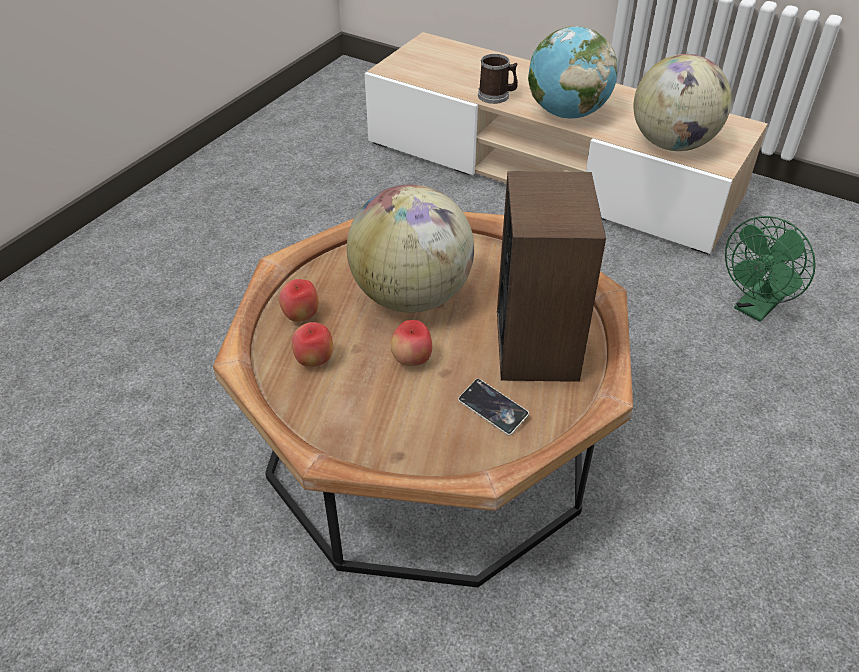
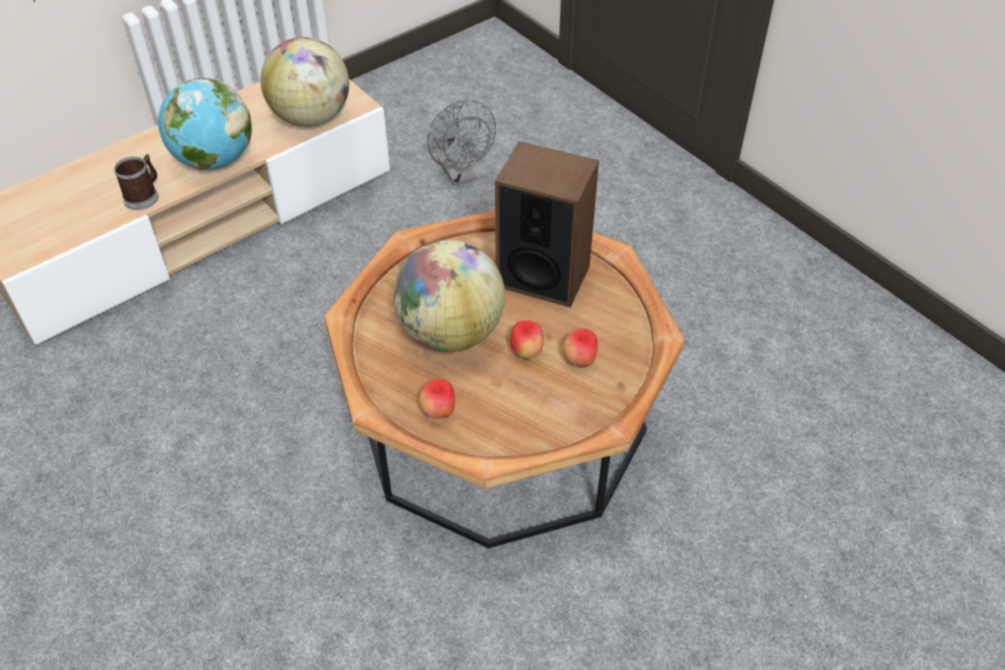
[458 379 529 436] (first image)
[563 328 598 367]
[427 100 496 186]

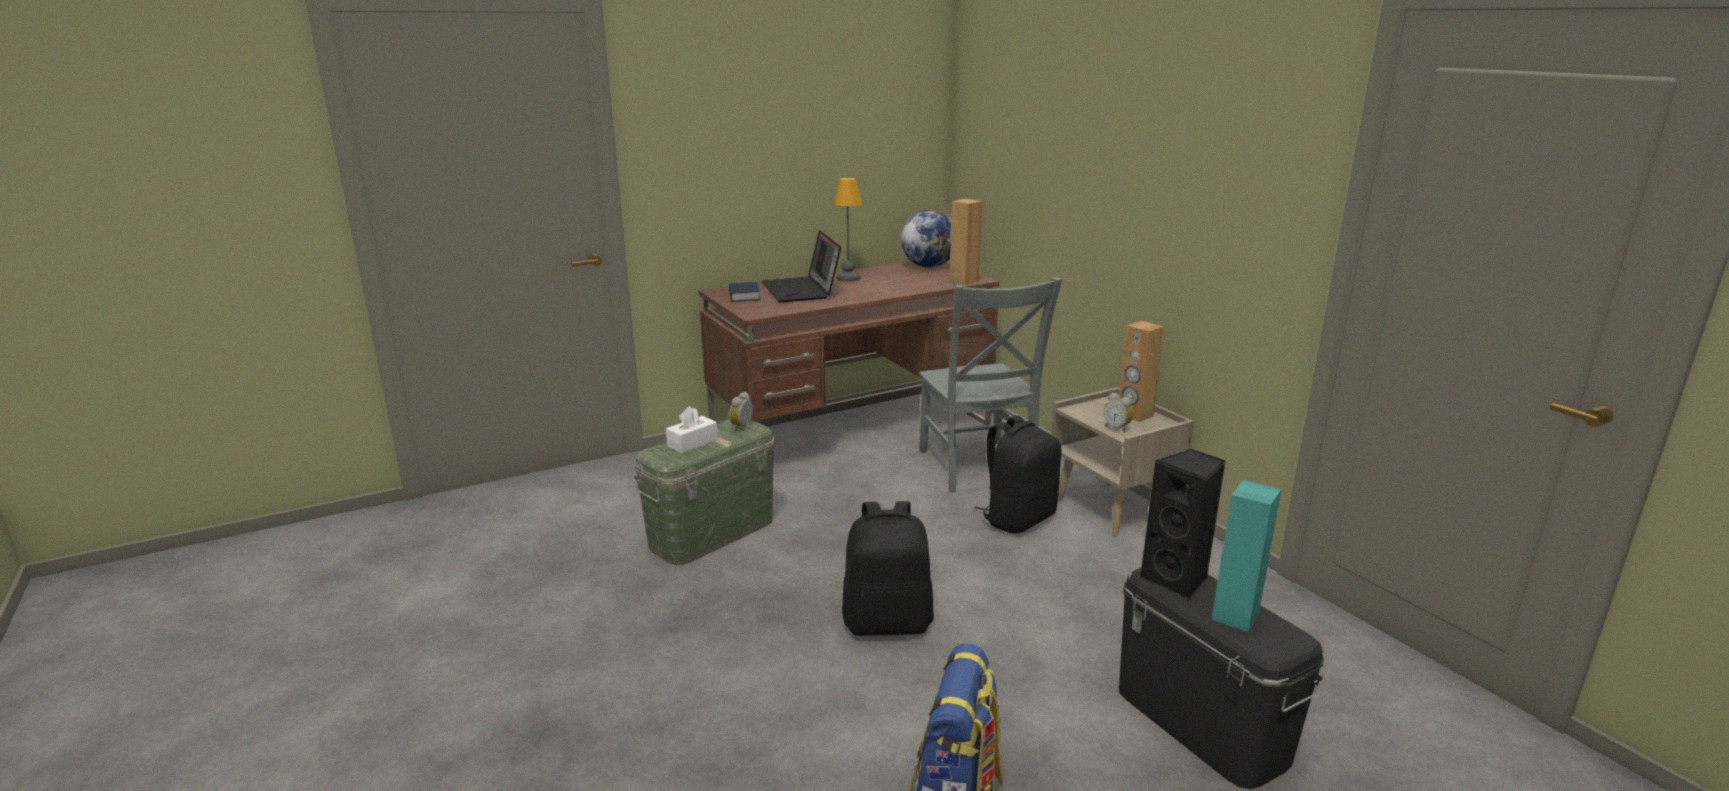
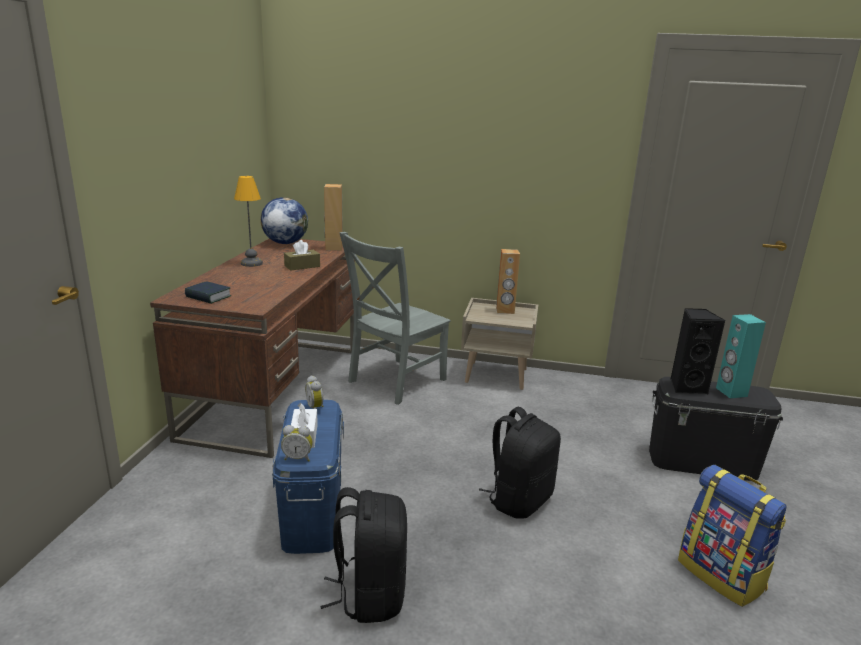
[762 230 841 302] (first image)
[284 240 320 271]
[320 487 407 623]
[281 425 313 462]
[272 400 344 554]
[339 232 451 405]

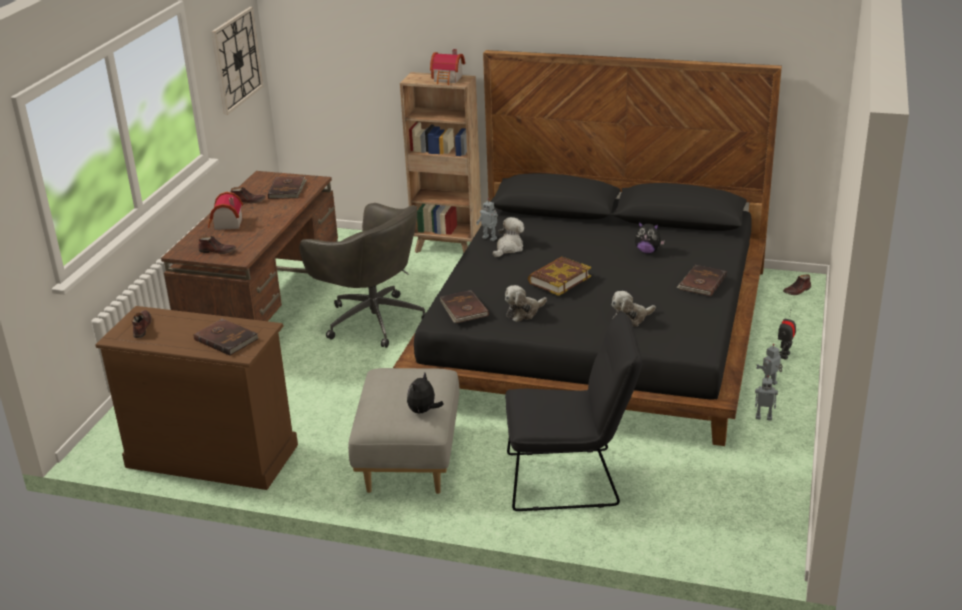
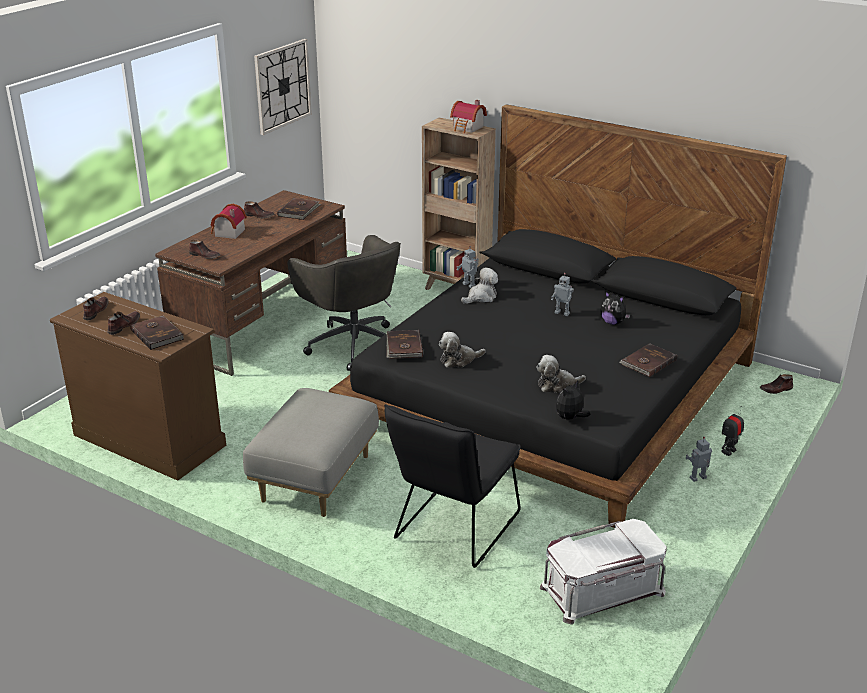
[528 257 591 296] (first image)
[107 311 140 335]
[540 519 667 624]
[556 380 591 420]
[551 273 574 316]
[384 404 521 568]

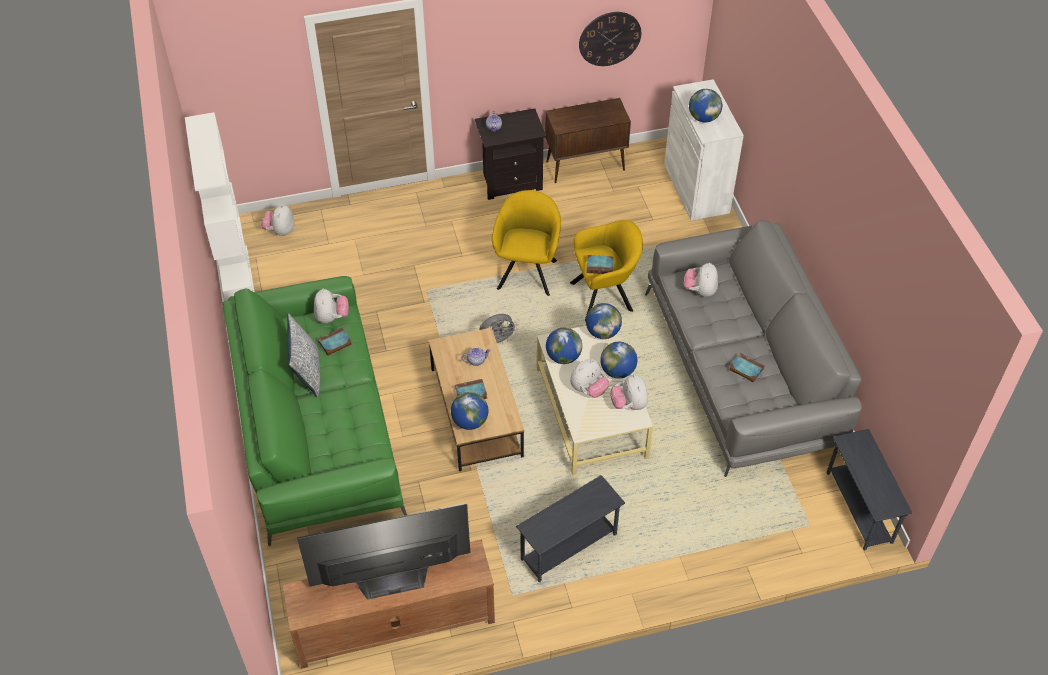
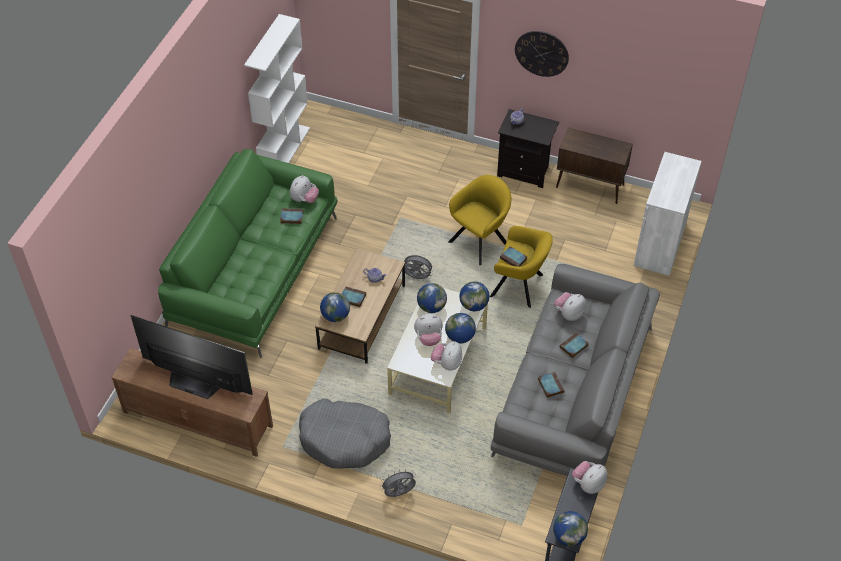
[287 313 320 397] (first image)
[380 469 416 497]
[560 333 588 358]
[572 461 607 494]
[515 31 569 77]
[553 511 588 546]
[299 398 391 469]

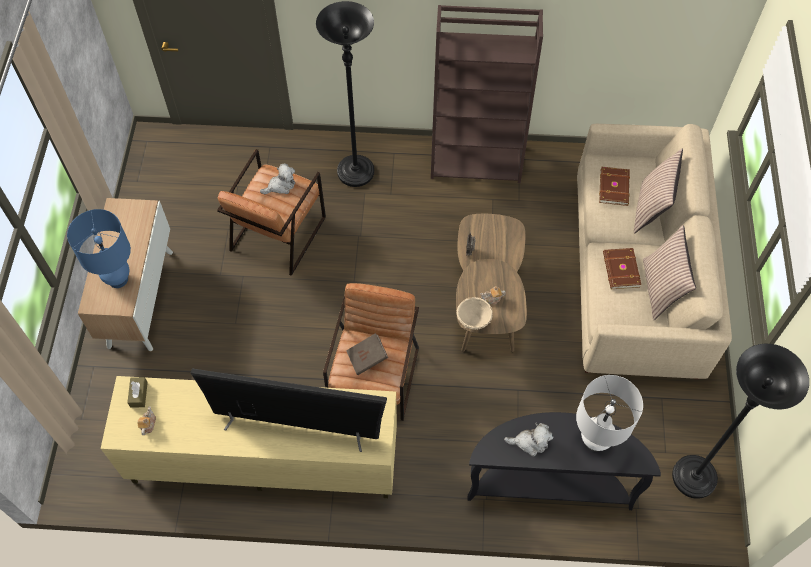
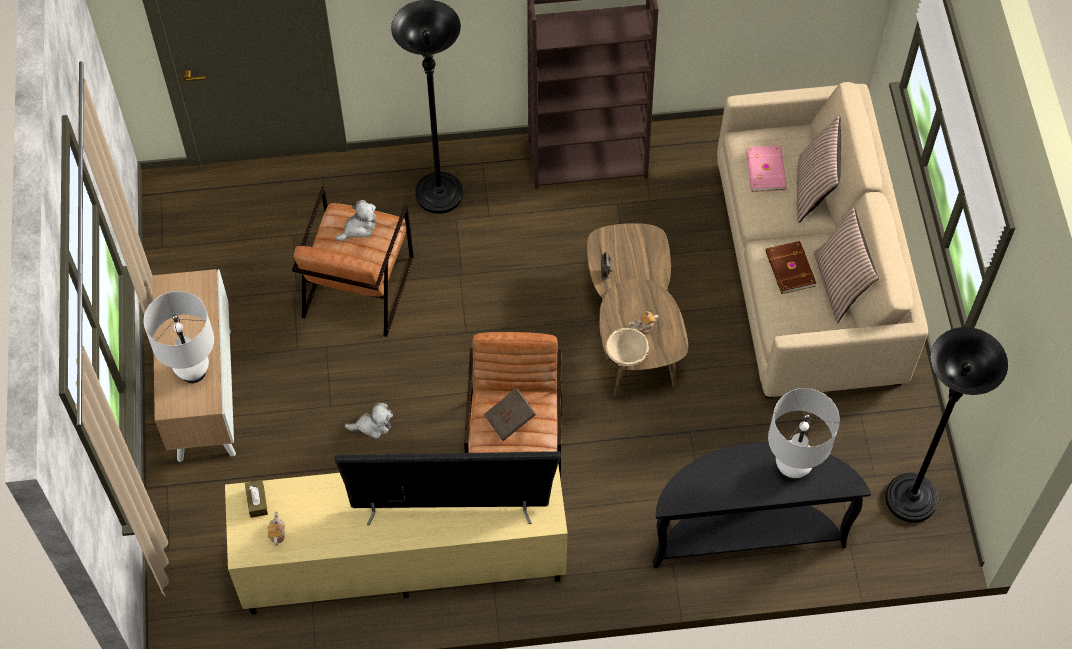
[345 402 393 439]
[143 291 214 383]
[746 146 787 192]

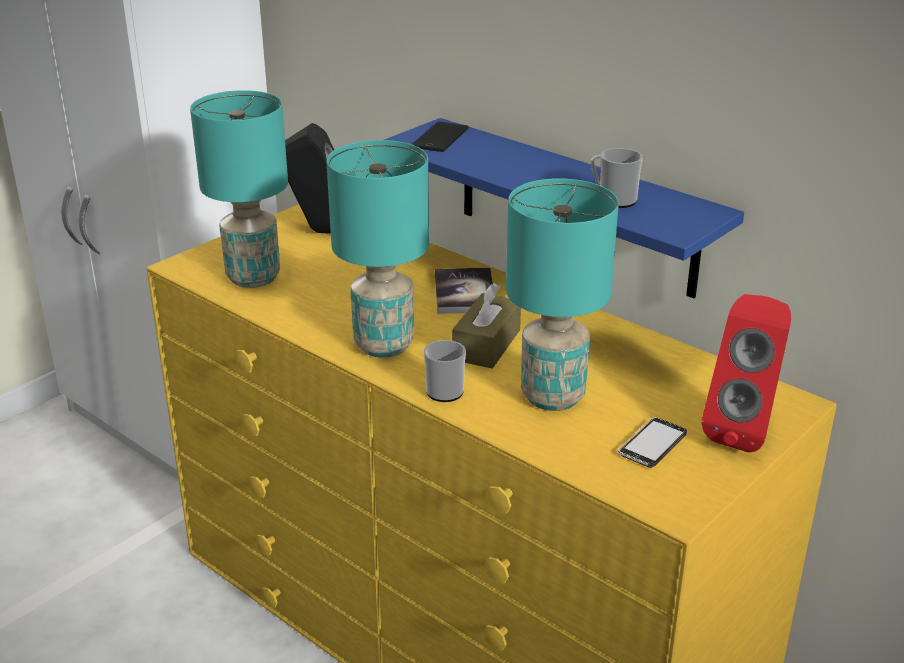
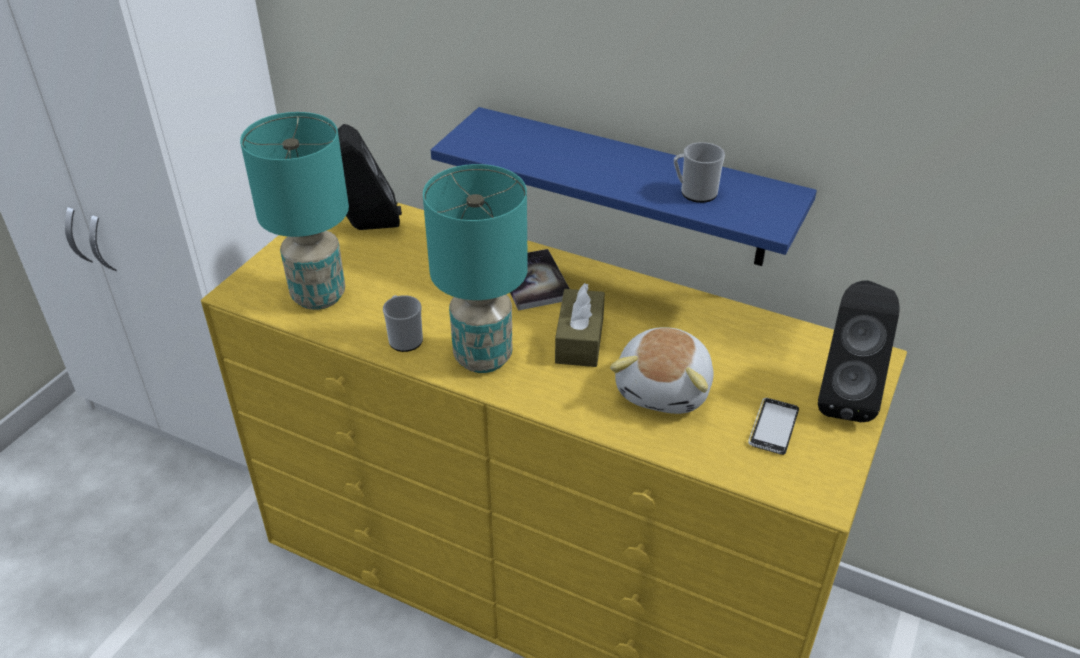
[412 122 468 152] (first image)
[383 295 423 352]
[610 327 713 414]
[818 281 900 422]

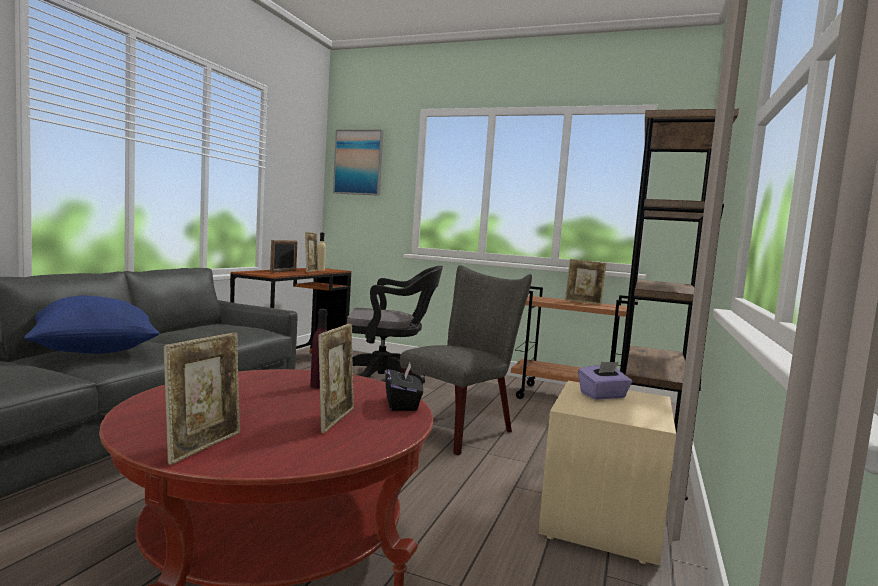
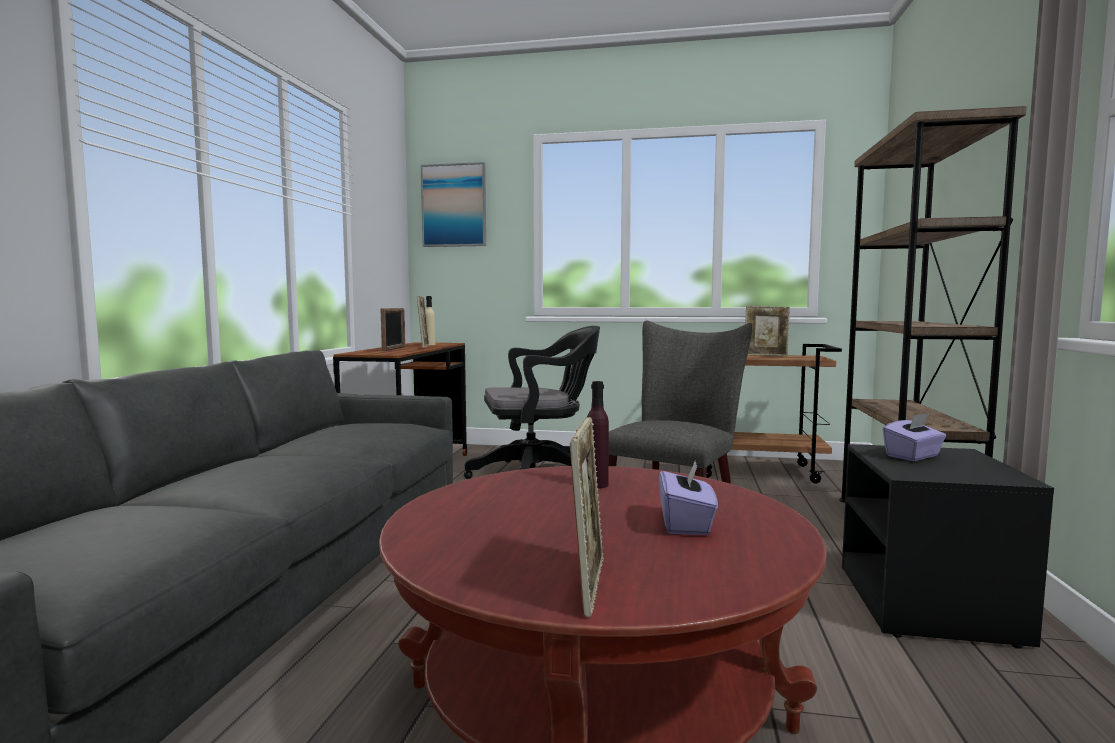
[24 295 160 354] (first image)
[386 363 423 411] (first image)
[659 459 718 535]
[842 444 1054 649]

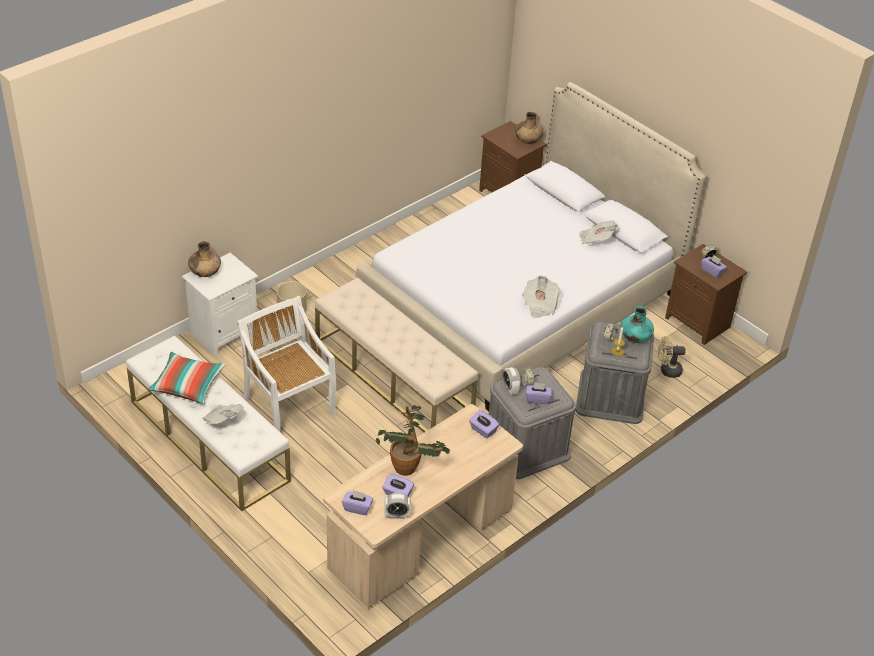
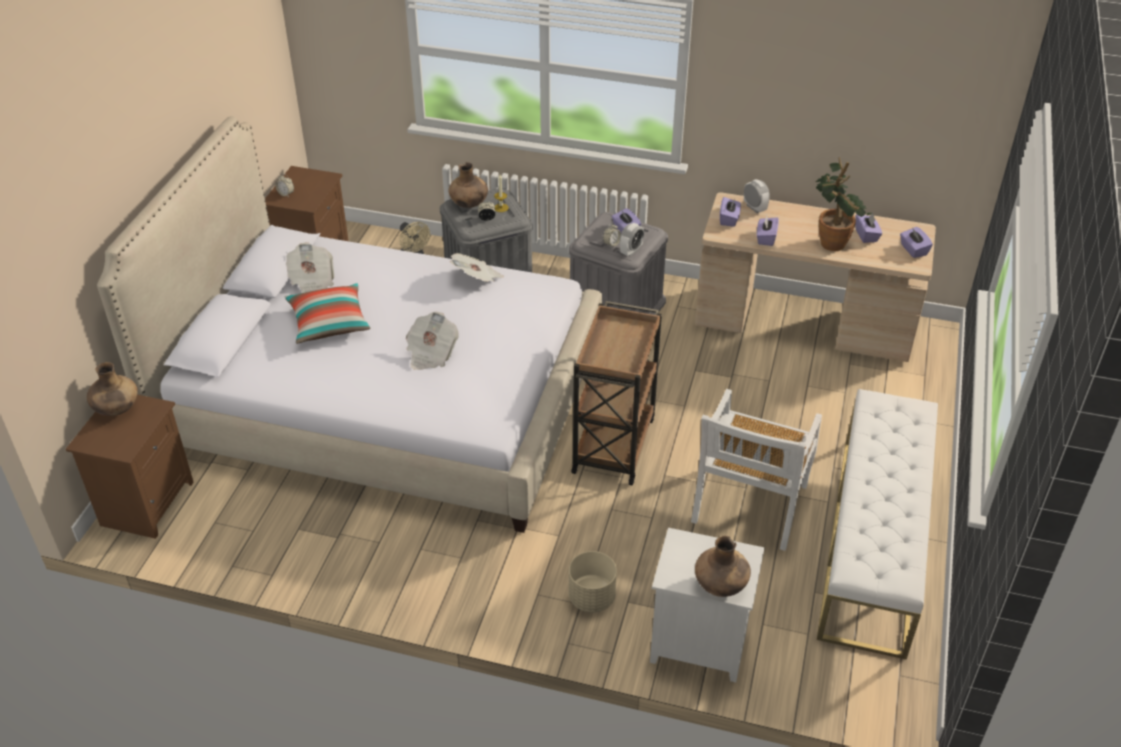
[284 283 371 344]
[406 312 459 370]
[744 179 770 213]
[757 215 779 246]
[571 301 662 485]
[448 162 488 208]

